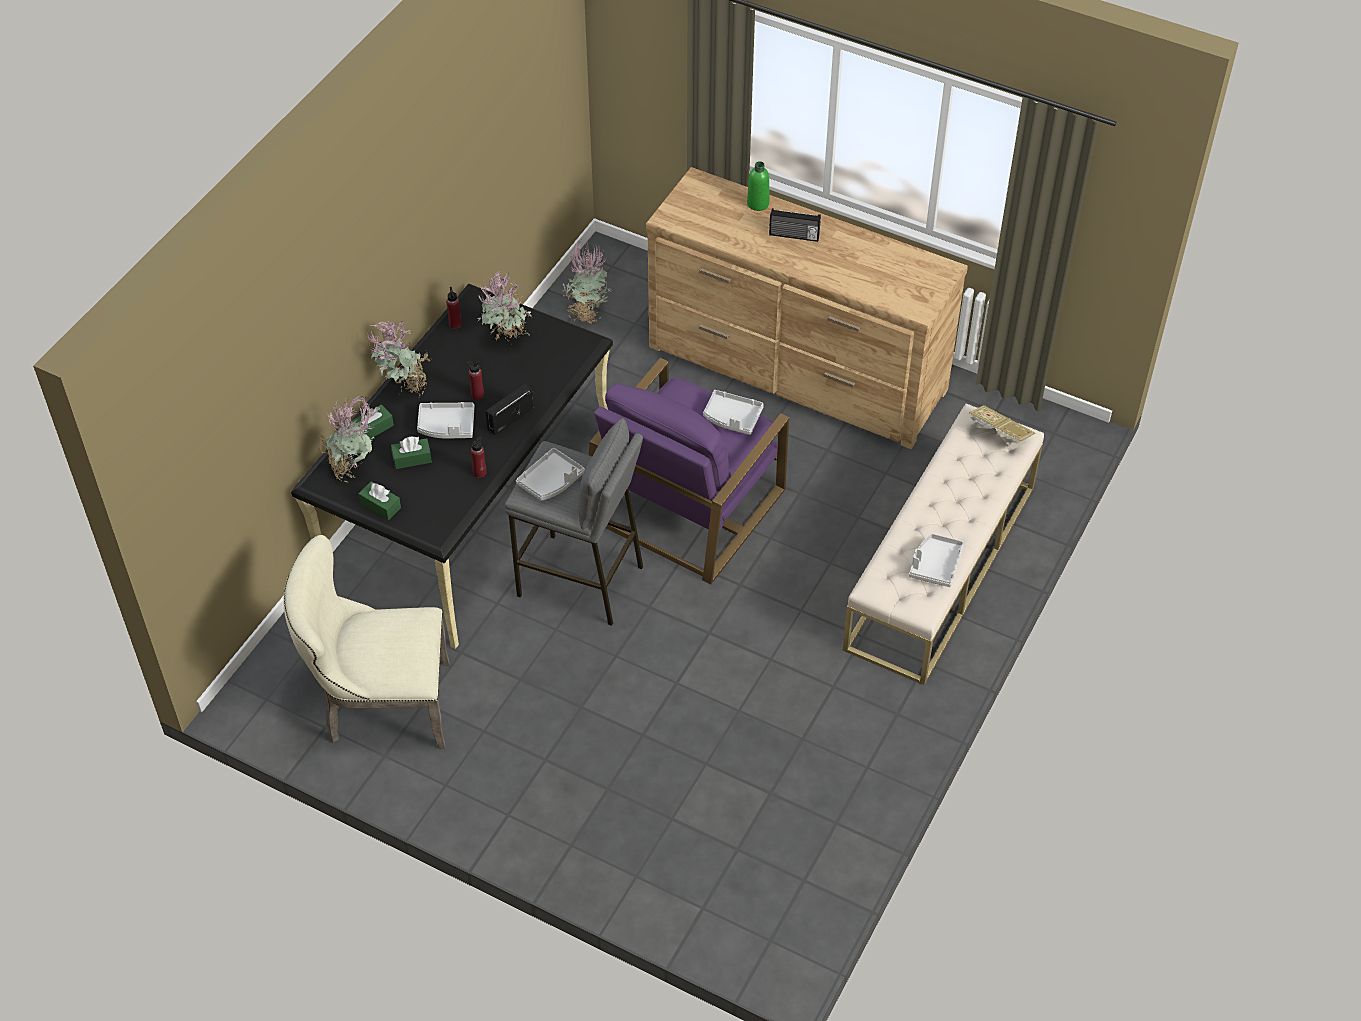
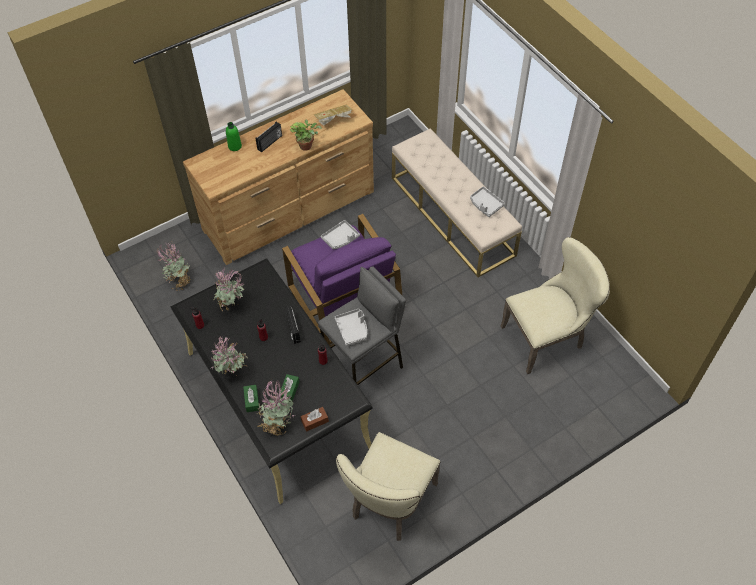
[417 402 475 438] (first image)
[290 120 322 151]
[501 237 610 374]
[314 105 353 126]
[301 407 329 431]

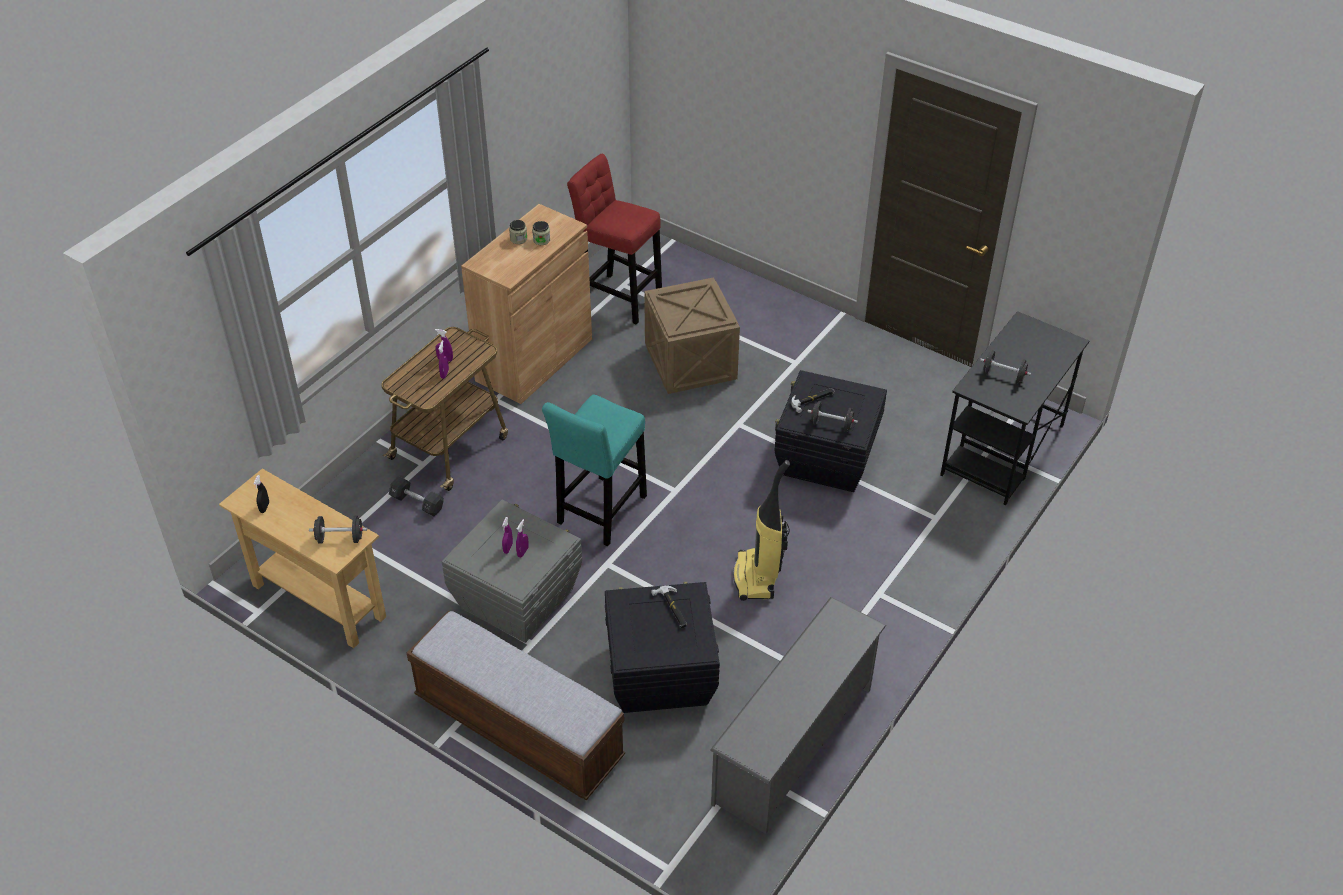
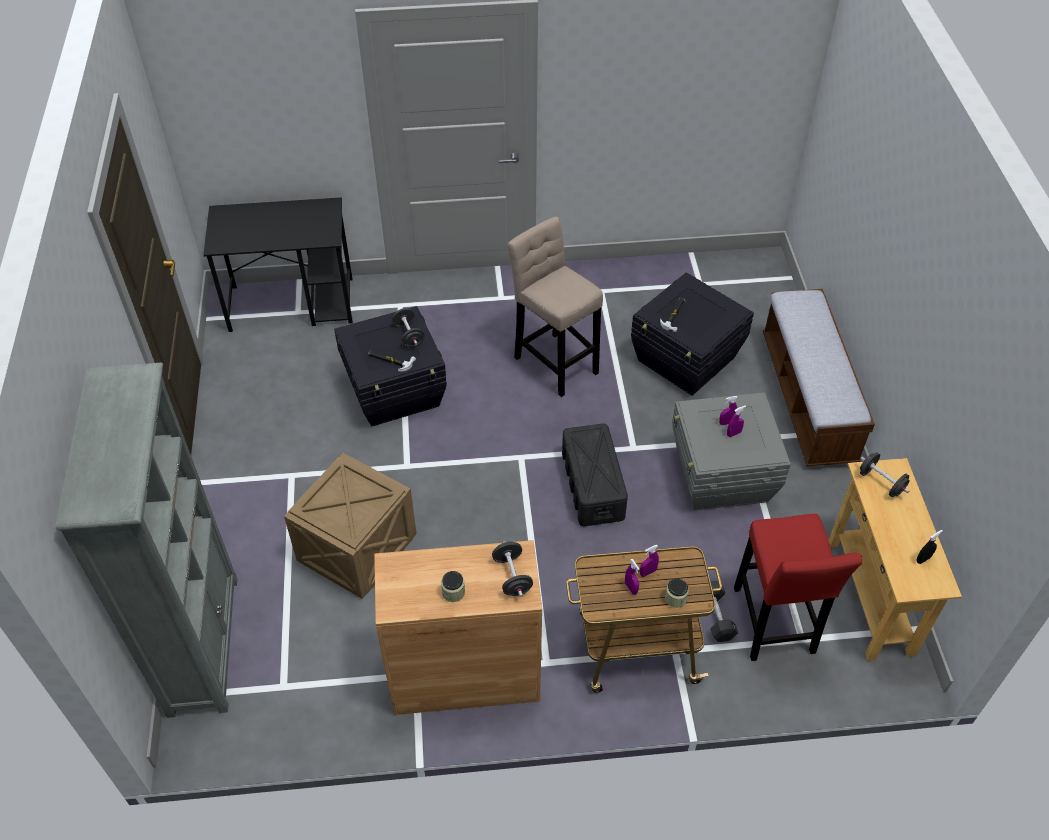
[710 597 886 834] (first image)
[56 363 237 718]
[665 578 689 608]
[734 514 862 661]
[492 541 533 597]
[562 424 628 526]
[507 216 603 397]

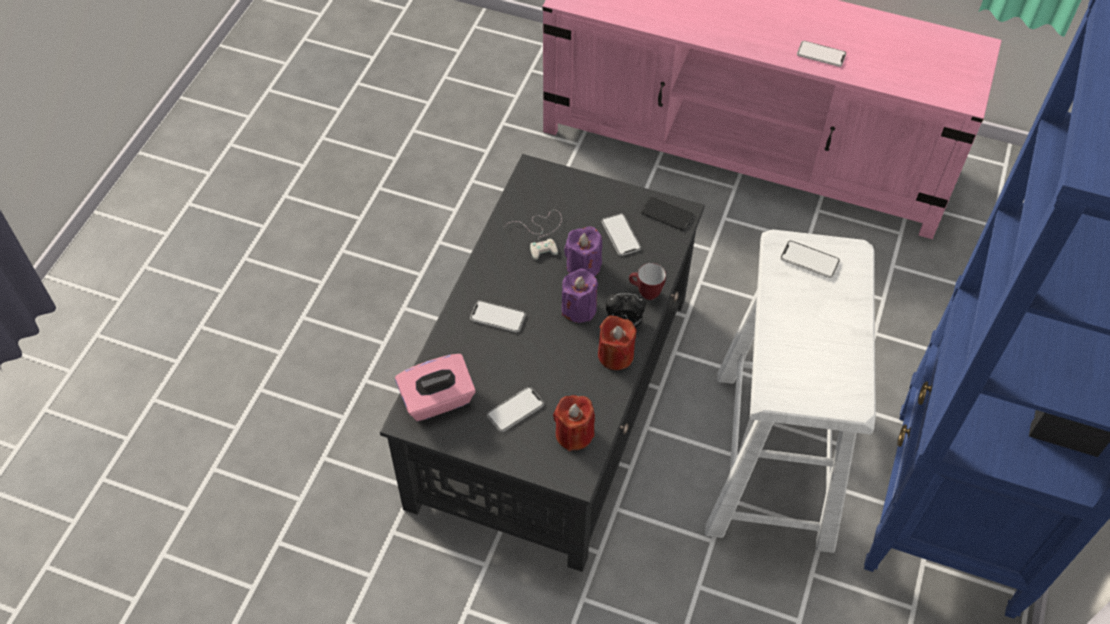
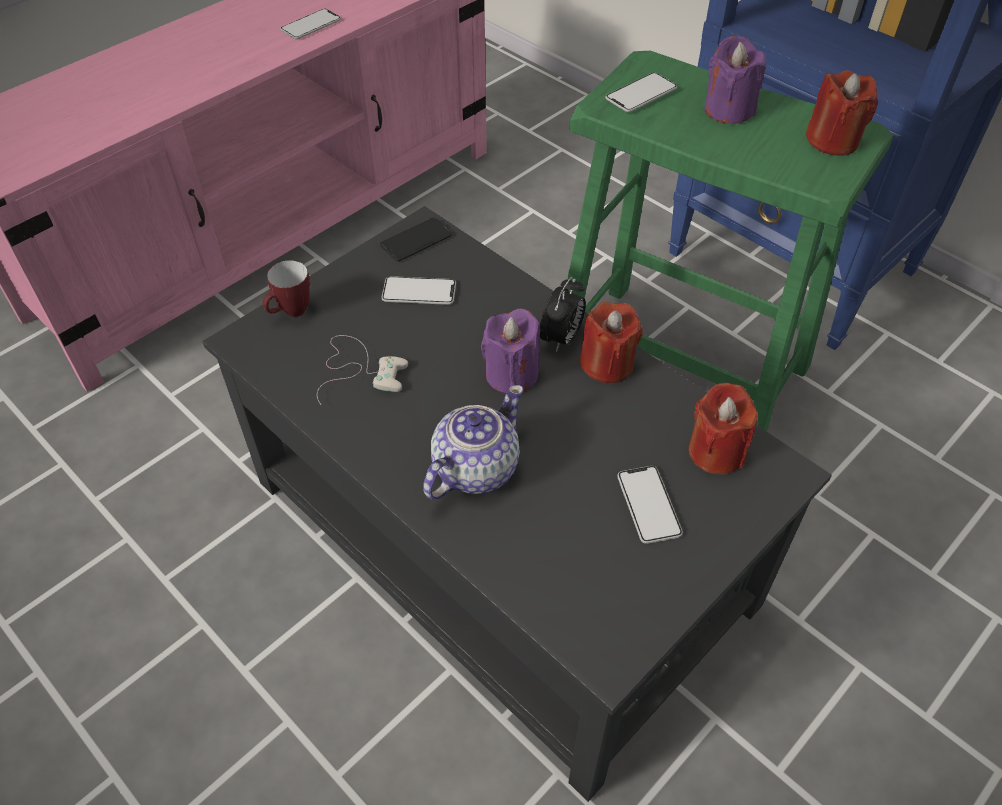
[395 354 476 421] (first image)
[806 70 877 156]
[704 36 766 124]
[263 260 310 317]
[423 385 523 500]
[567 51 893 431]

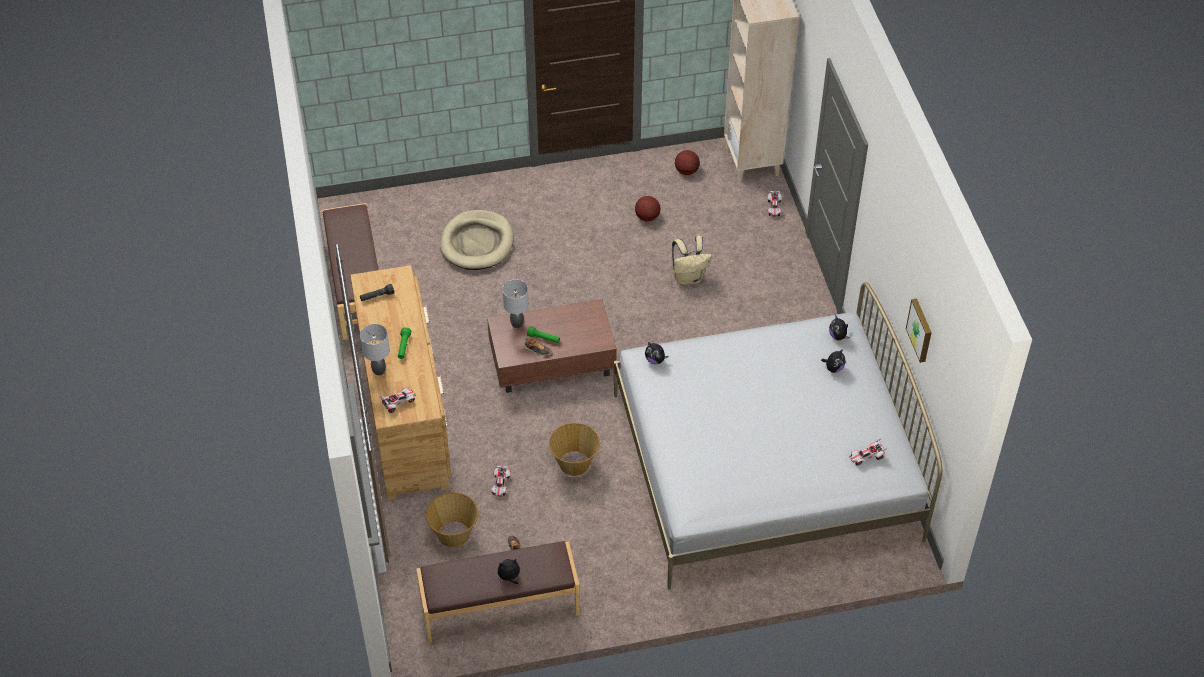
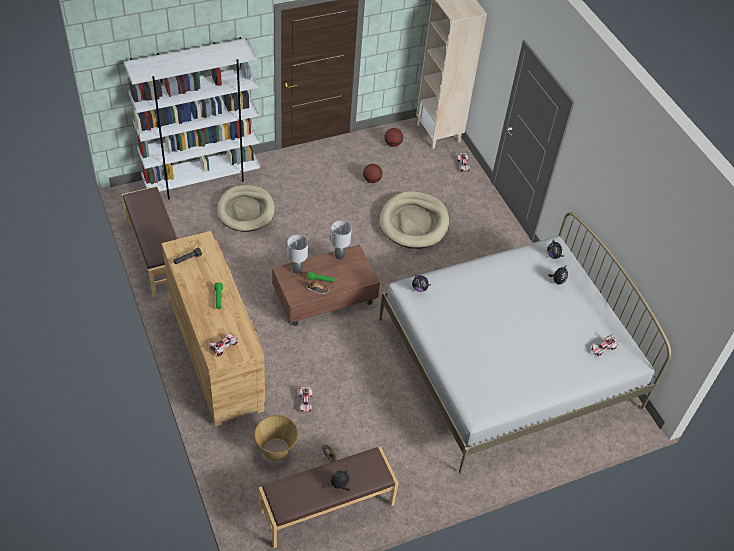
[549 423 600 476] (first image)
[906 299 932 363] (first image)
[124 37 260 199]
[331 221 352 259]
[380 191 449 249]

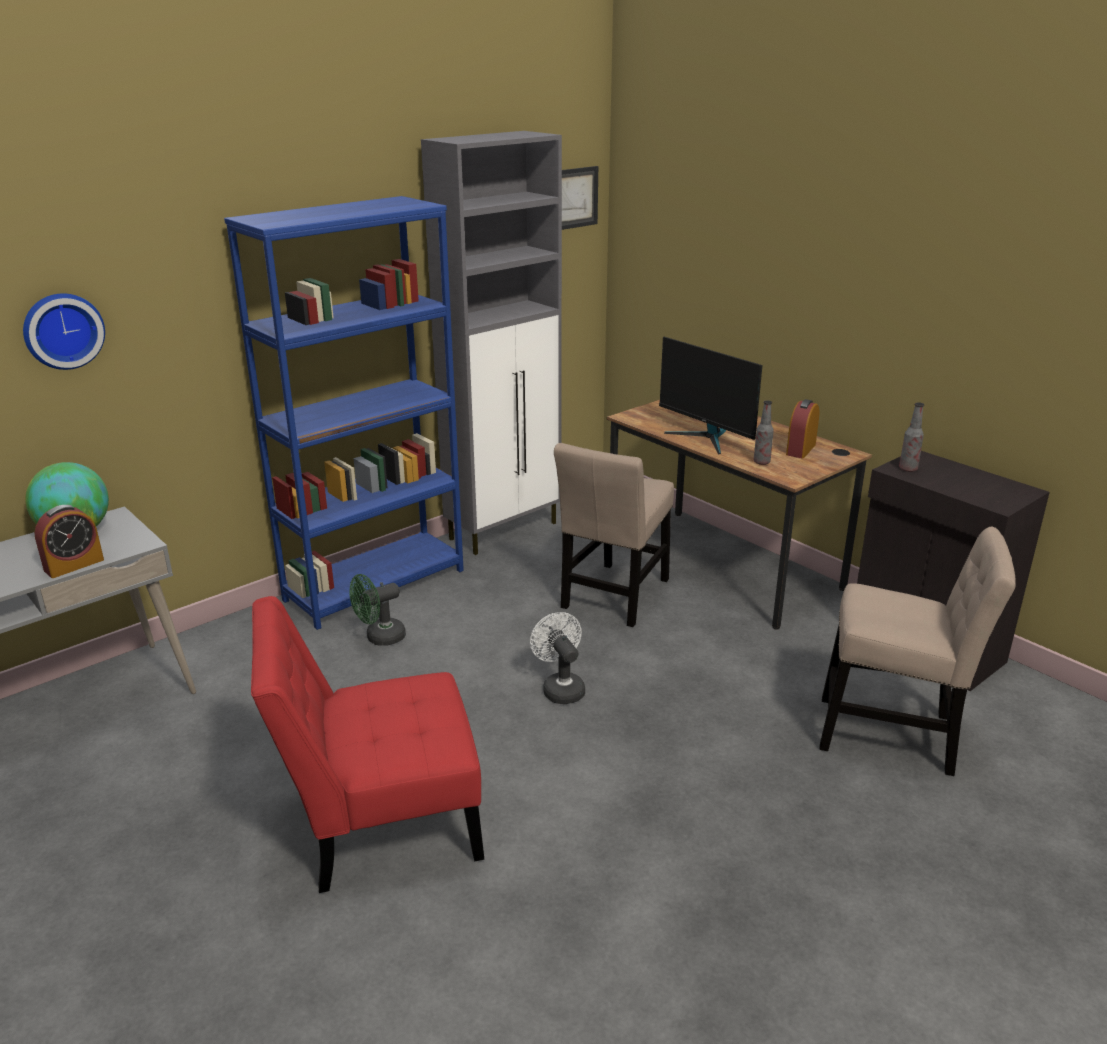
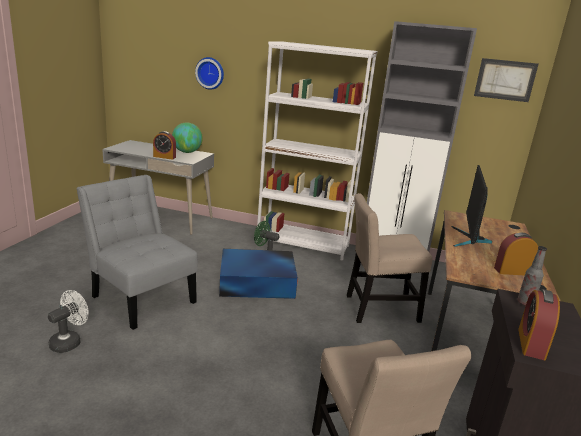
[754 400 774 465] (first image)
[219 249 298 299]
[518 289 560 360]
[48 290 89 353]
[256 41 378 261]
[76 175 198 330]

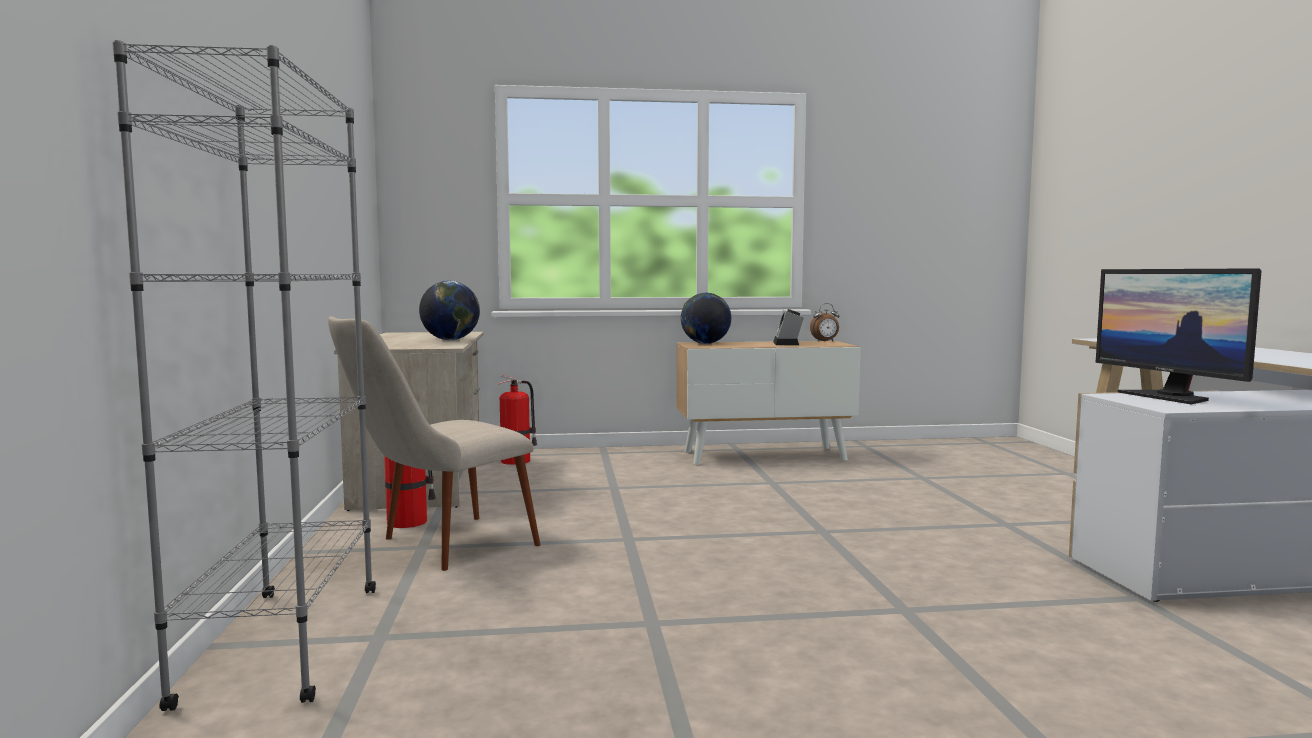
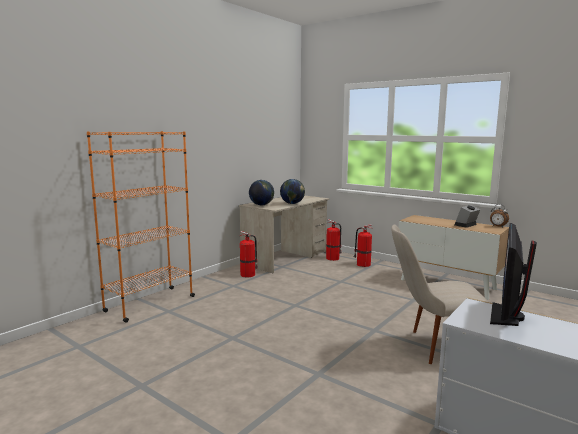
[354 224 373 267]
[391 225 488 364]
[249 180 274 205]
[87 131 195 323]

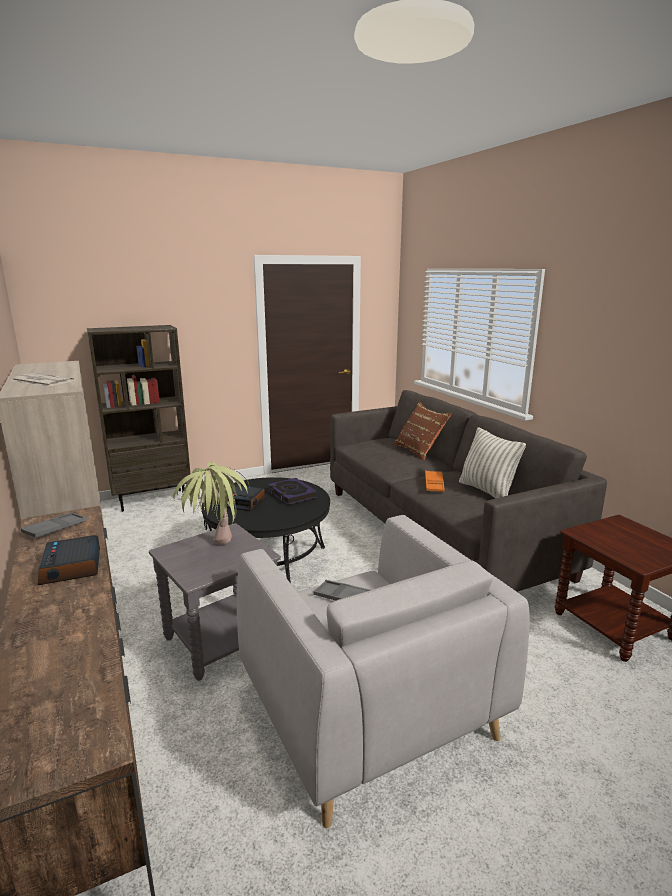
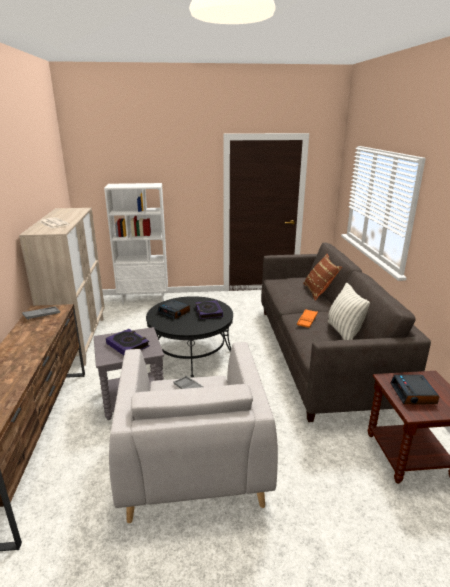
[390 375 439 404]
[106 329 150 355]
[104 183 168 304]

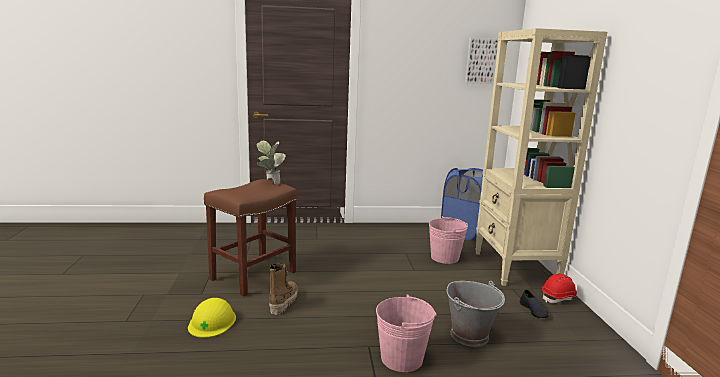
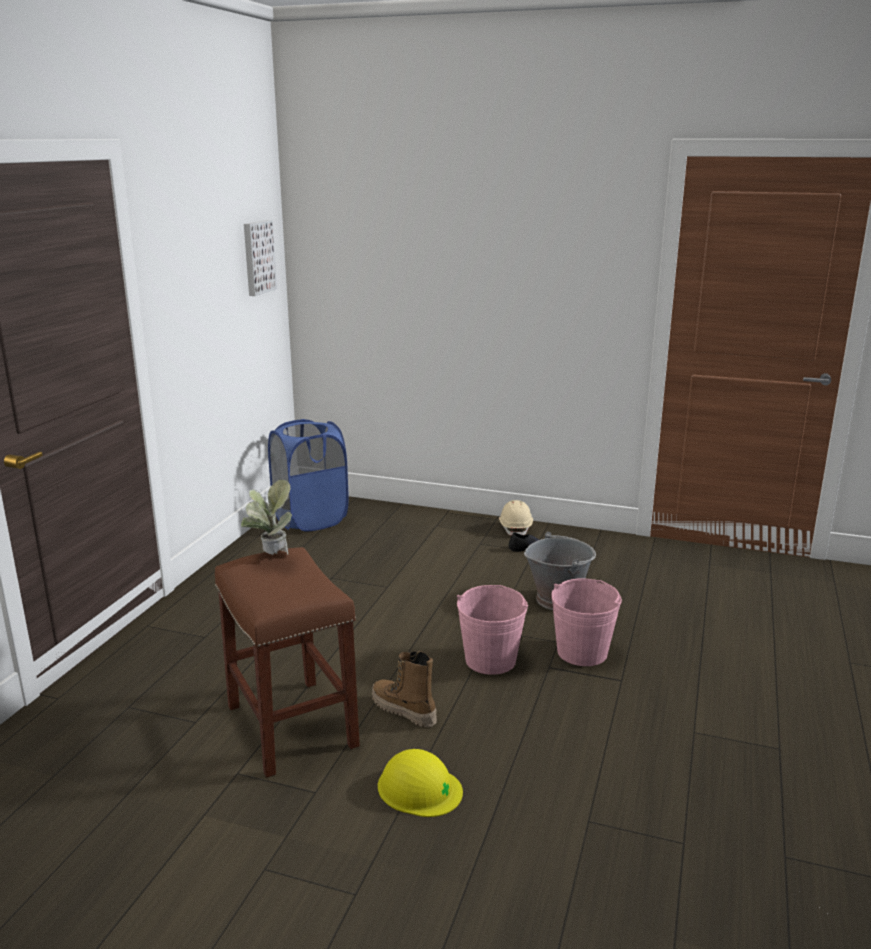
[475 28 607 286] (first image)
[457 585 528 675]
[499 500 533 536]

